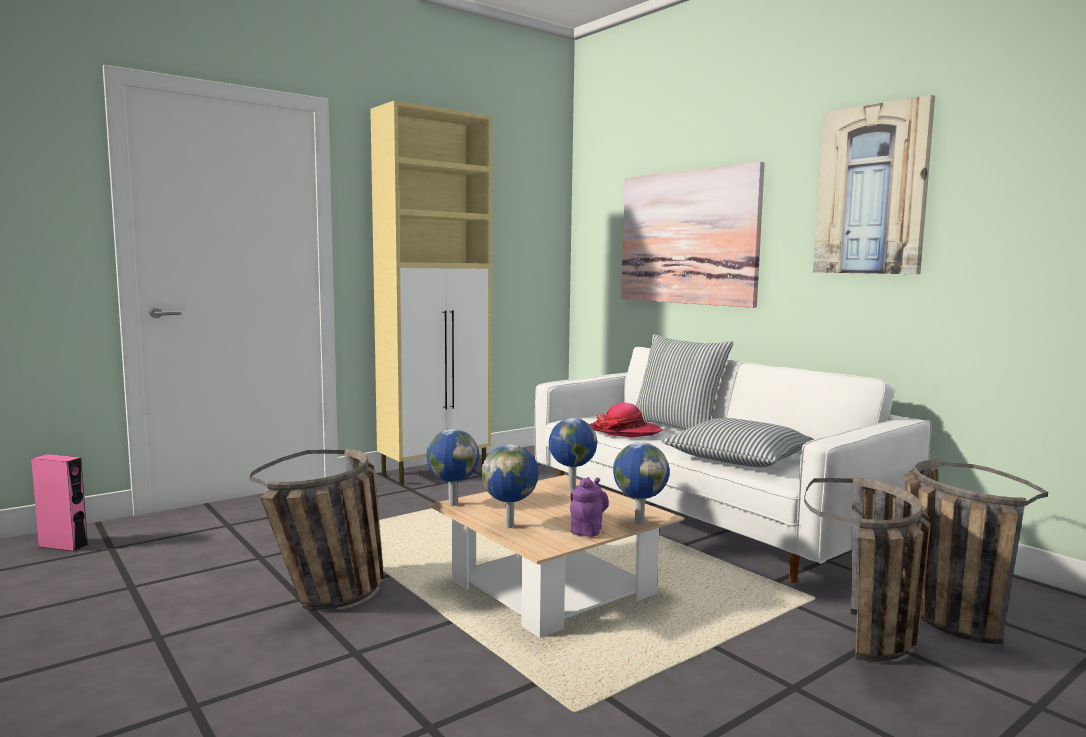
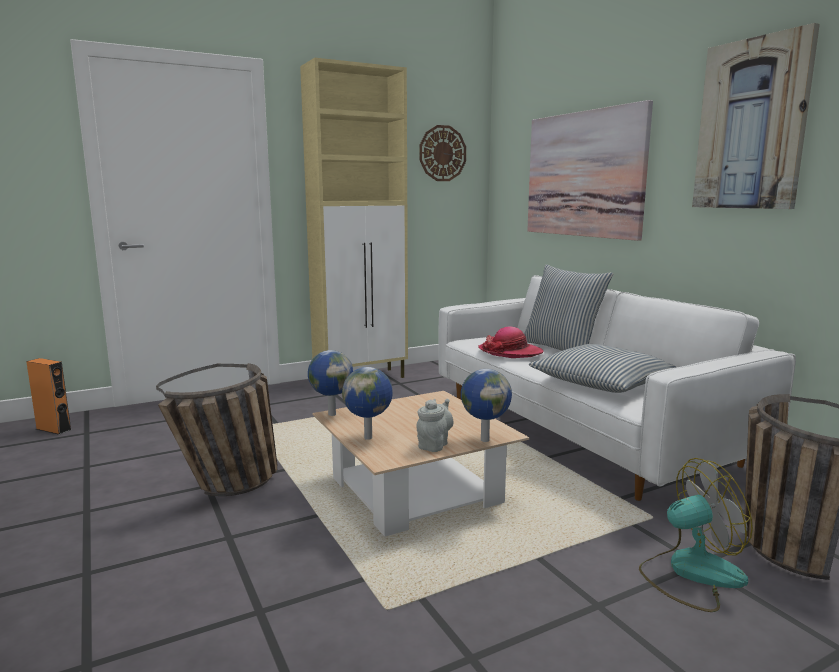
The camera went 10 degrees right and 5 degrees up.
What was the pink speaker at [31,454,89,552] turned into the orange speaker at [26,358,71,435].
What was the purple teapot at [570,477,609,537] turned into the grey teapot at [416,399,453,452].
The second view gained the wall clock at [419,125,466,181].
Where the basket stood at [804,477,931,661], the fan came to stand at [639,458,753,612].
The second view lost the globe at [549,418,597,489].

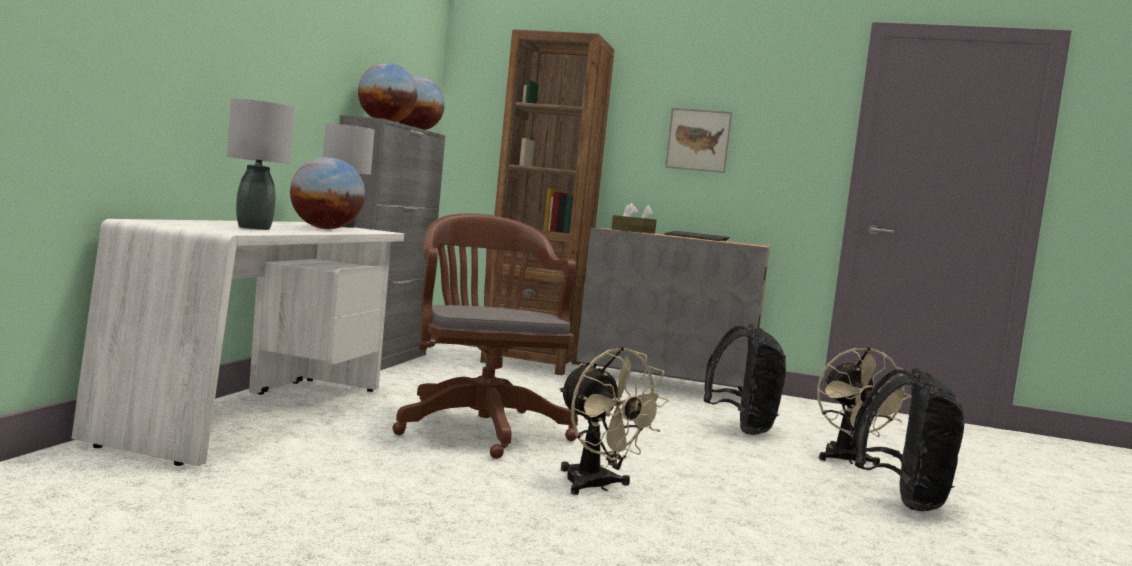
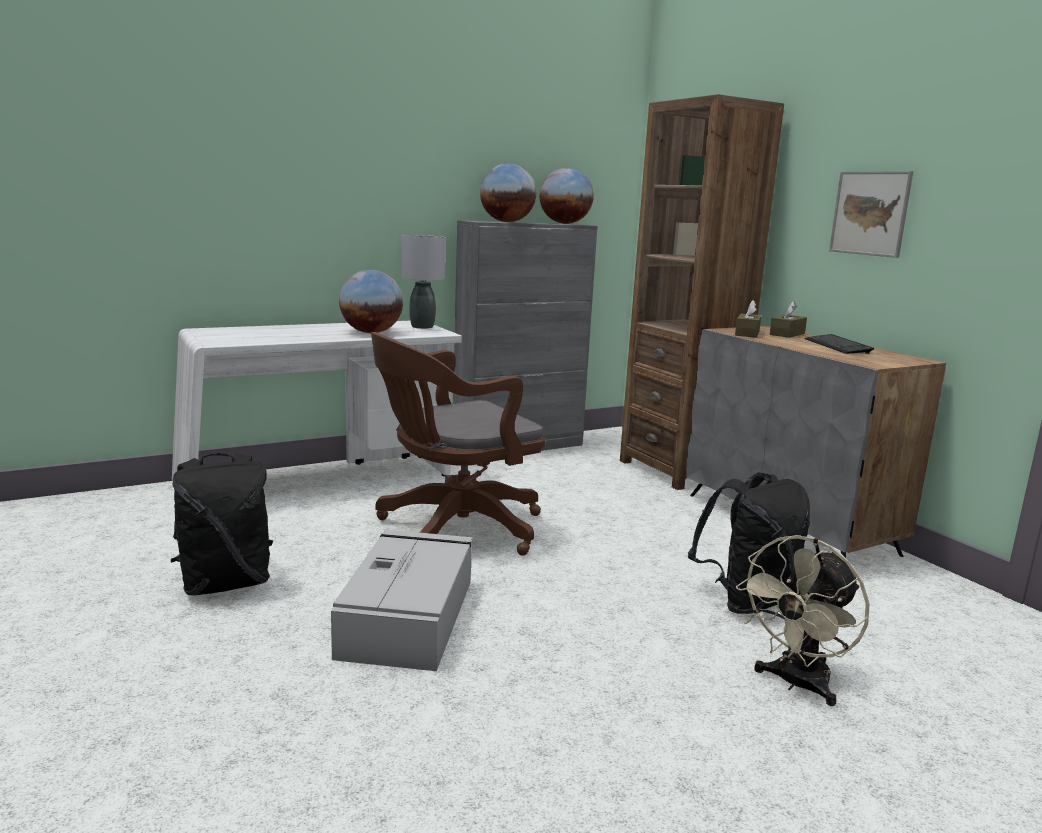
The camera went 45 degrees right and 10 degrees up.
The black backpack ended up elsewhere, having gone from [852,367,965,511] to [171,453,273,596].
Where the beige fan stood at [559,347,669,495], the grey storage box came to stand at [331,530,473,671].
The brown office chair at [392,214,578,459] ended up facing another way, 150 degrees counterclockwise from before.
The second view lost the grey table lamp at [227,98,294,230].

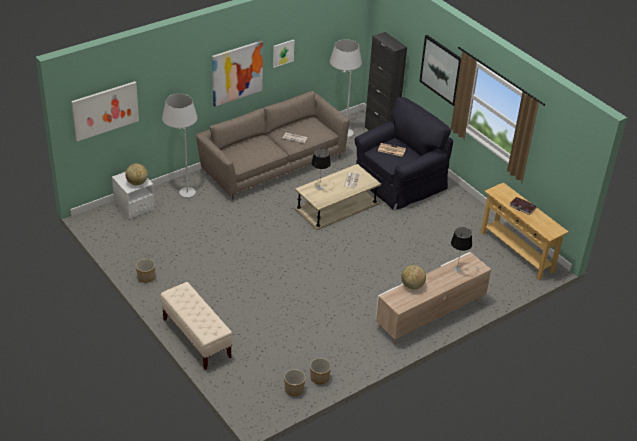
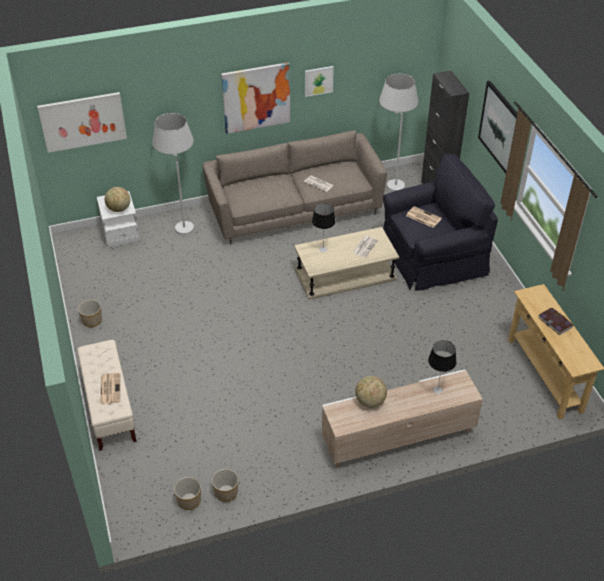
The camera went 20 degrees right and 5 degrees up.
The second view gained the newspaper at [100,372,120,404].

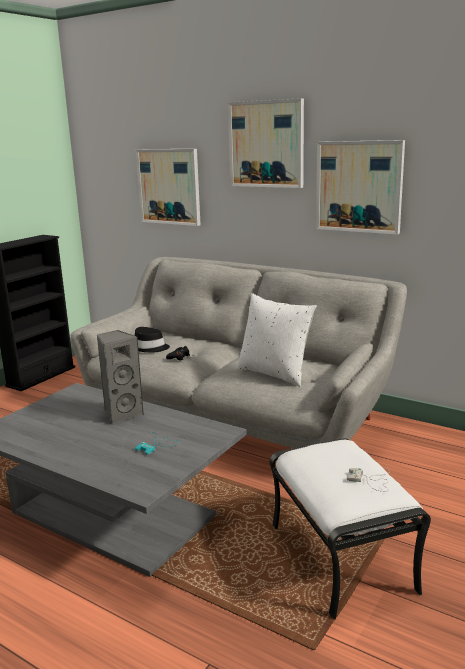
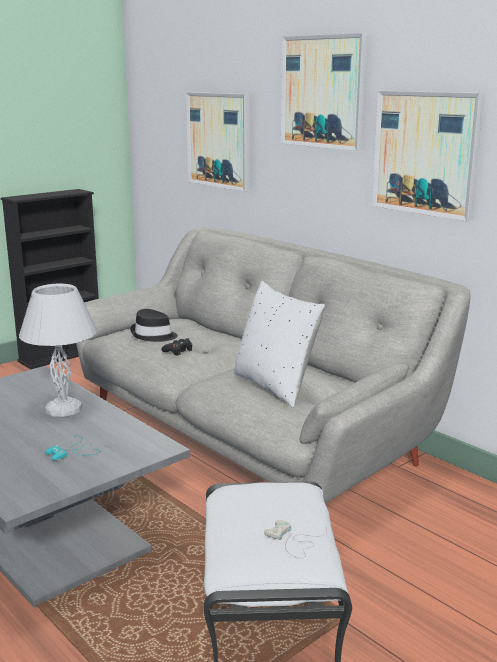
The camera went 15 degrees right and 0 degrees up.
Where the grey speaker stood at [97,330,144,424], the white table lamp came to stand at [19,284,97,417].

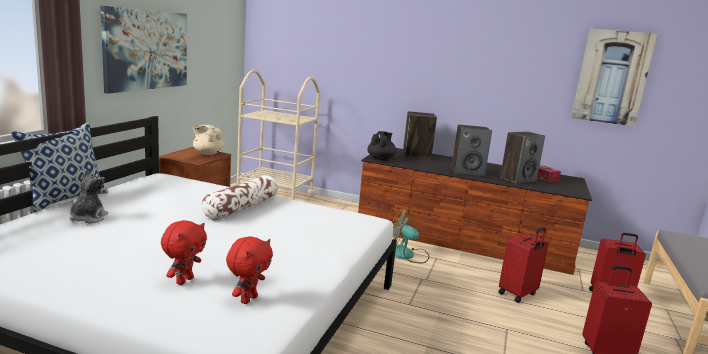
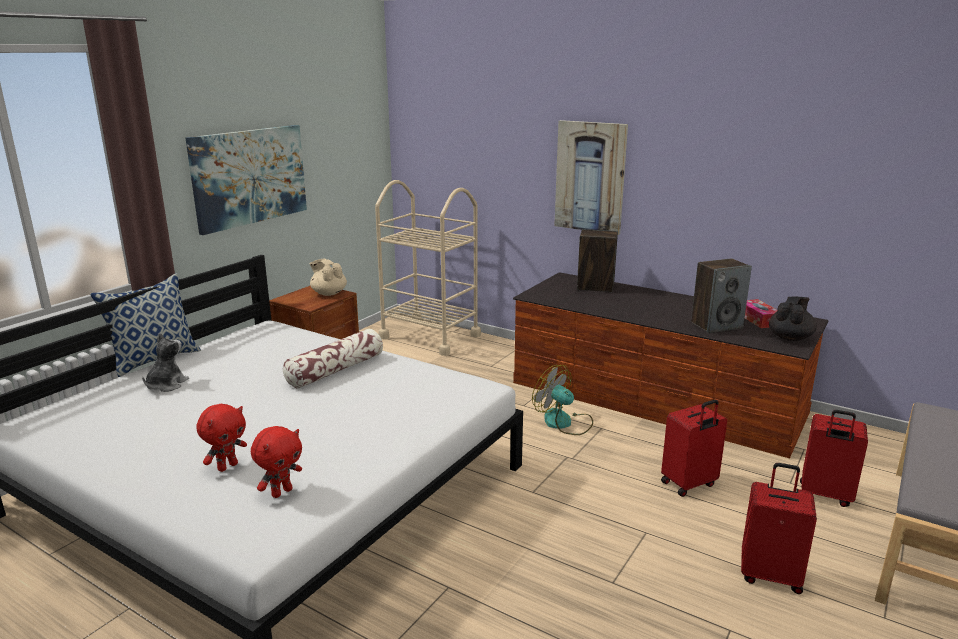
The camera went 15 degrees right and 5 degrees up.
The picture ended up elsewhere, having gone from [571,28,657,126] to [554,120,628,235].
The black teapot ended up elsewhere, having gone from [367,131,396,160] to [769,297,817,341].
The second view lost the speaker at [451,124,492,177].

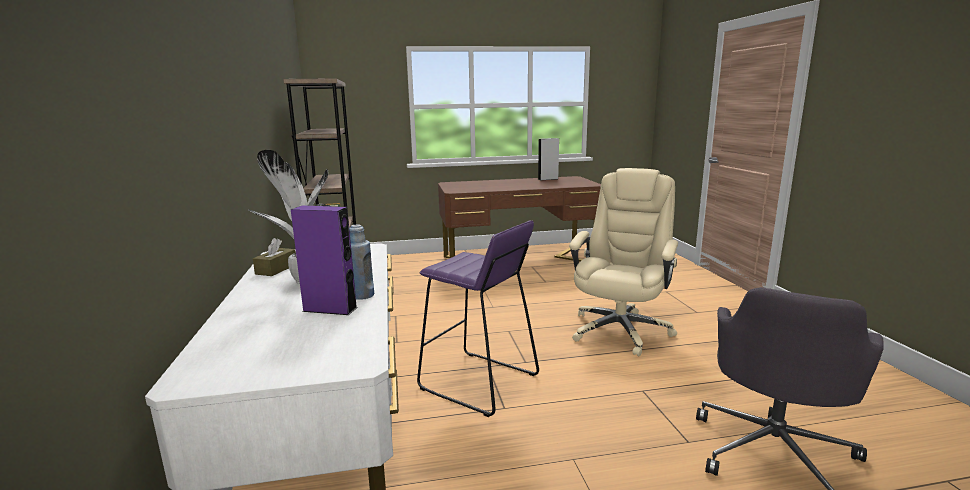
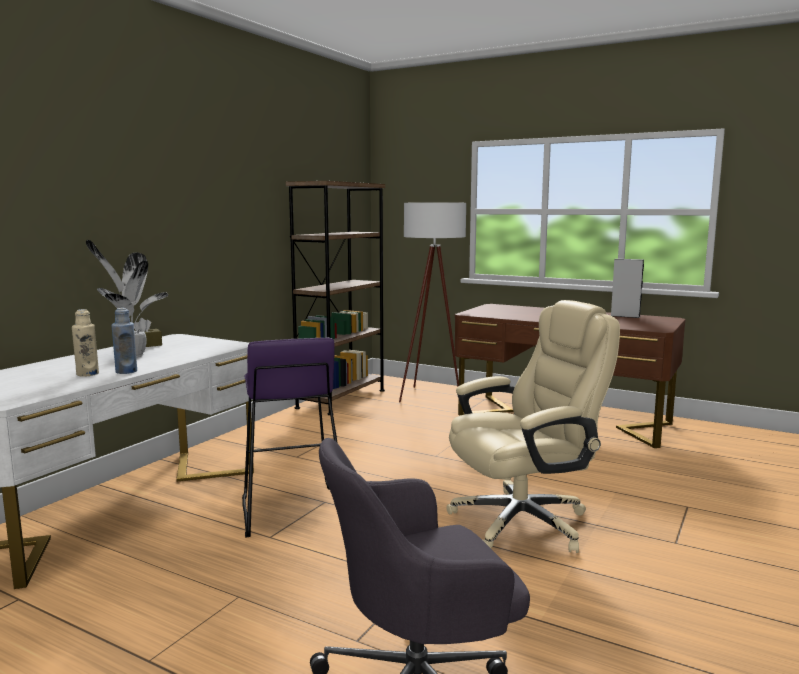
The camera went 40 degrees right and 5 degrees down.
Where the purple speaker stood at [291,206,358,315], the beige bottle came to stand at [72,309,99,376].
The second view gained the white floor lamp at [399,202,466,402].

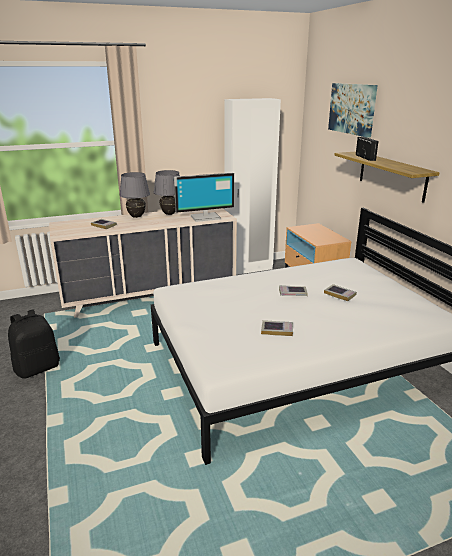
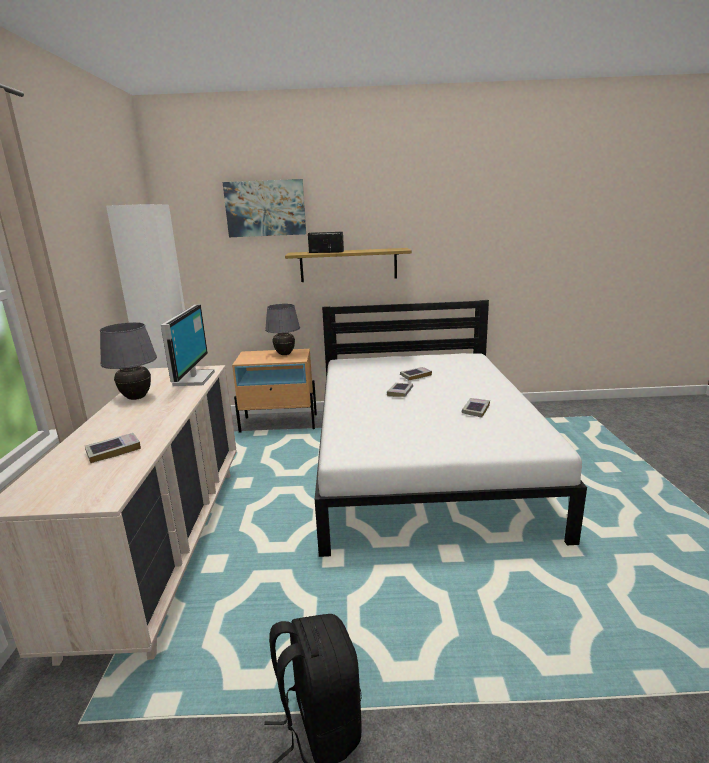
The camera went 70 degrees left and 5 degrees down.
The grey table lamp ended up elsewhere, having gone from [120,172,150,218] to [265,304,300,355].

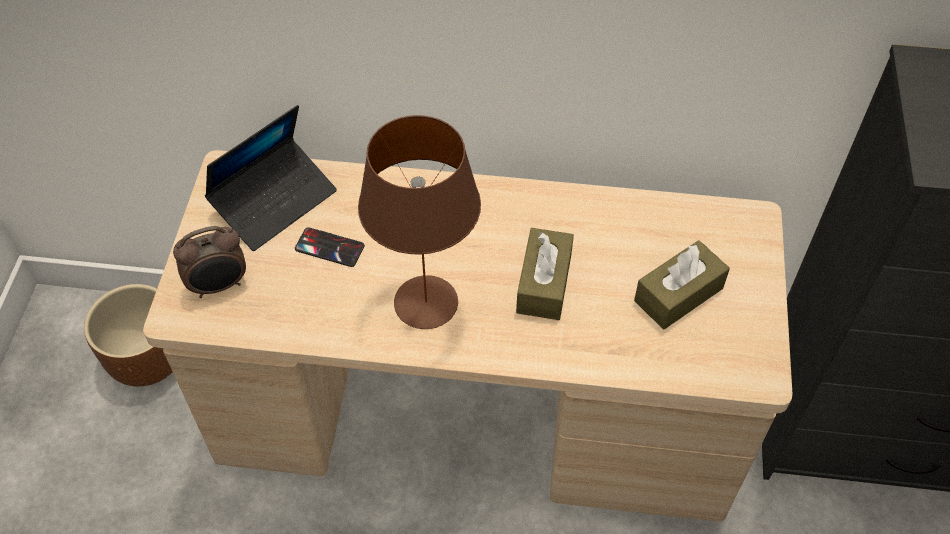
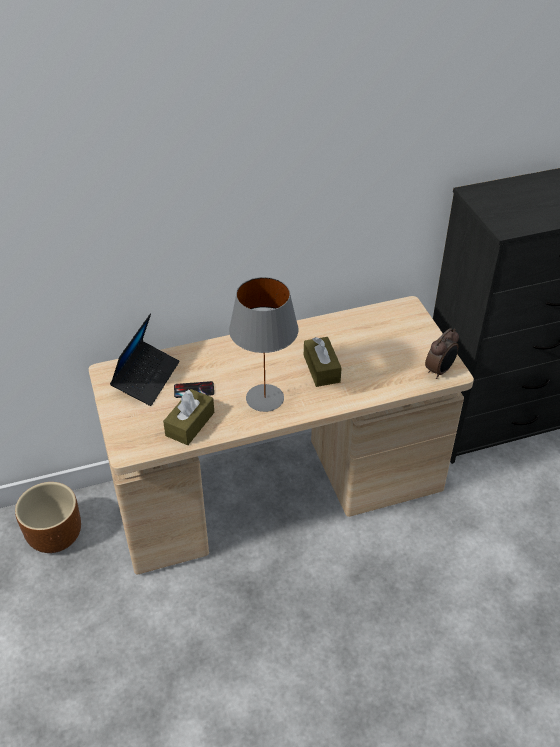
The camera went 25 degrees left and 10 degrees down.
The brown tissue box ended up elsewhere, having gone from [634,240,730,329] to [163,389,214,445].
What was the brown table lamp at [358,115,481,329] turned into the grey table lamp at [229,277,299,412].
The alarm clock ended up elsewhere, having gone from [173,226,246,298] to [425,328,459,379].

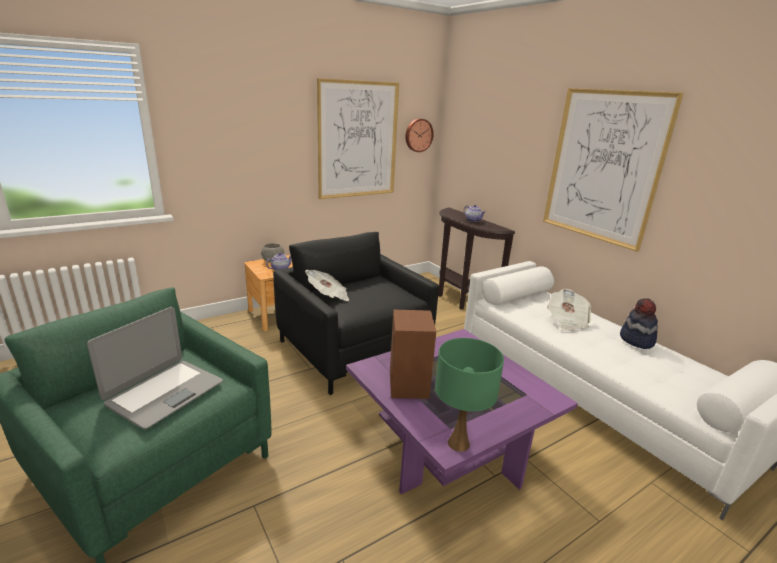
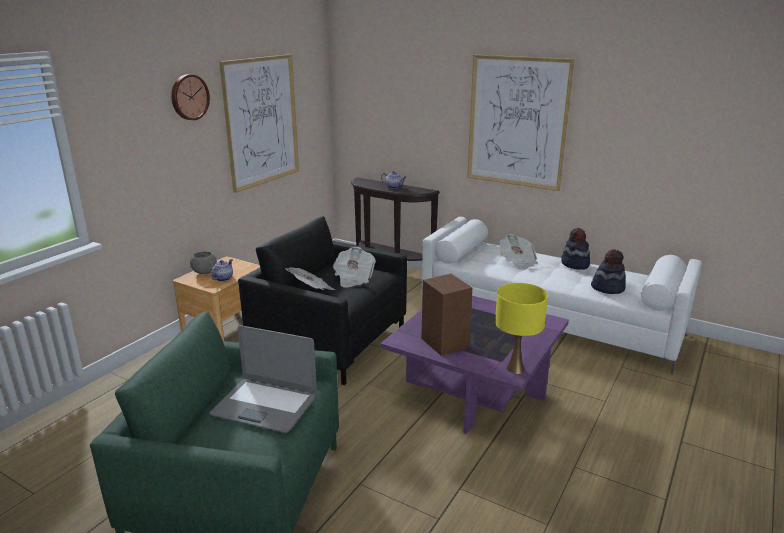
The camera went 25 degrees left and 0 degrees up.
The wall clock ended up elsewhere, having gone from [405,119,434,152] to [171,74,210,120].
The laptop at [87,307,223,429] ended up facing another way, 105 degrees clockwise from before.
The second view gained the newspaper at [333,247,376,287].
What was the green table lamp at [435,338,504,452] turned into the yellow table lamp at [495,283,548,374].
The second view gained the hat at [591,249,626,294].

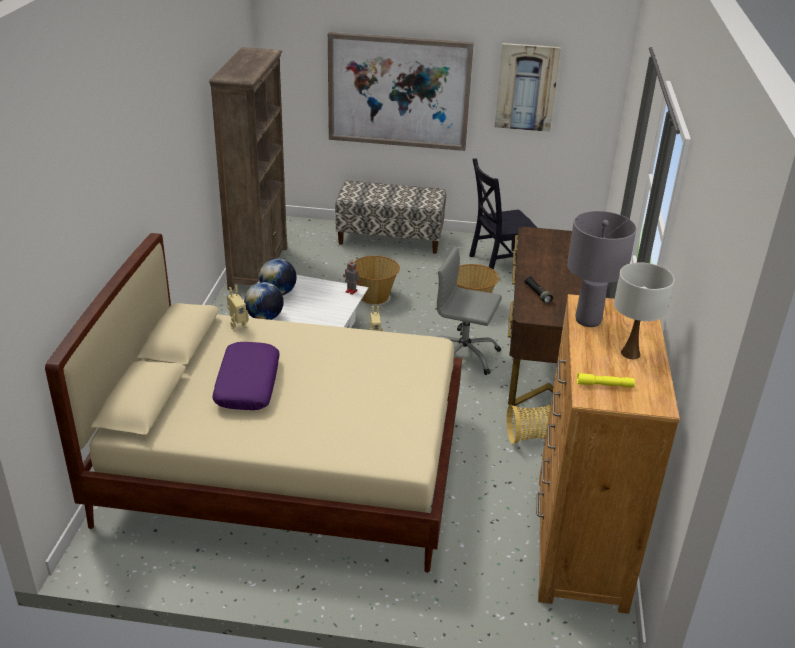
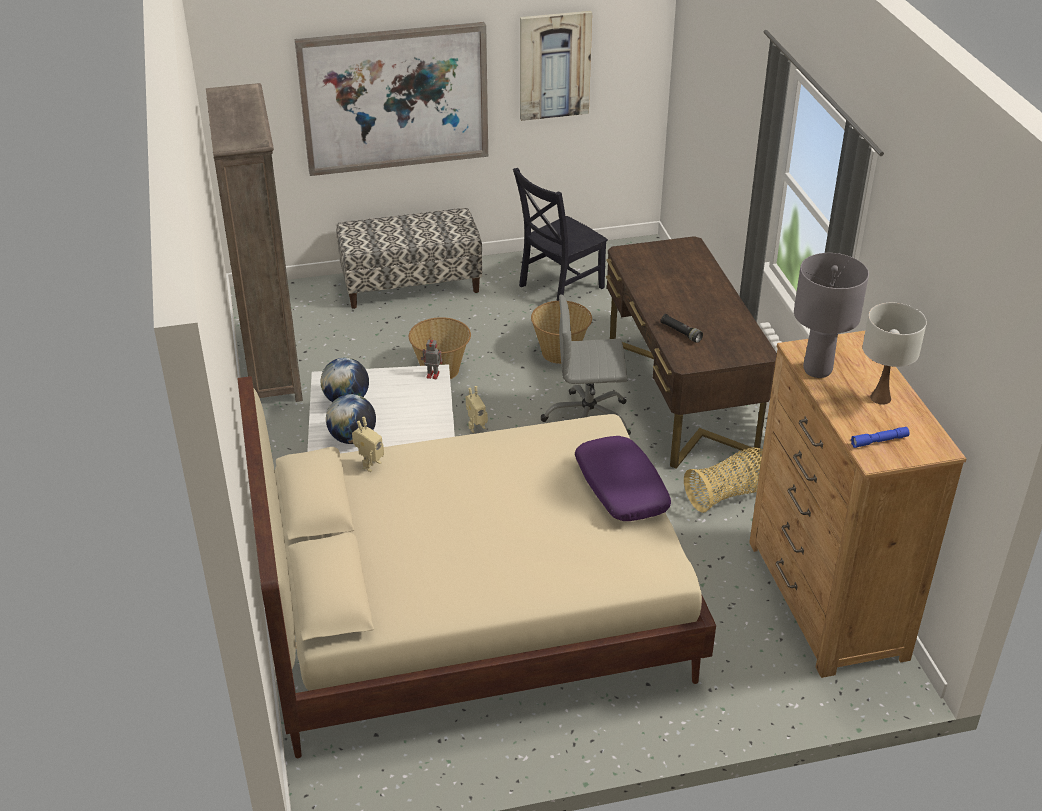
The camera went 20 degrees left and 5 degrees up.
The purple pillow ended up elsewhere, having gone from [212,342,280,410] to [575,436,671,521].
What was the yellow flashlight at [577,373,635,388] turned into the blue flashlight at [851,427,910,448].

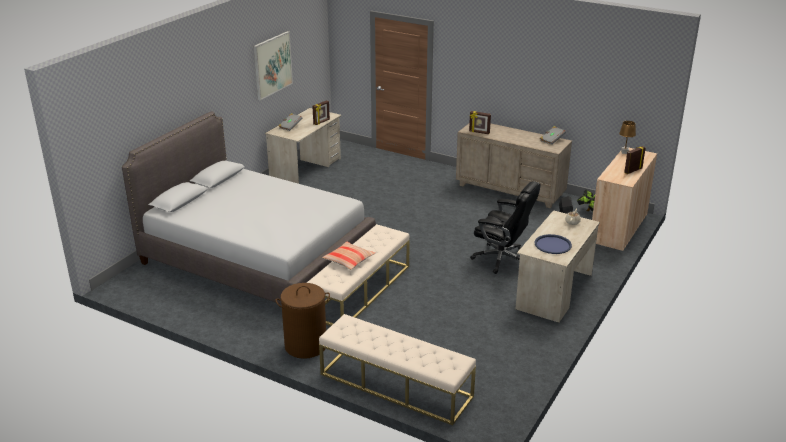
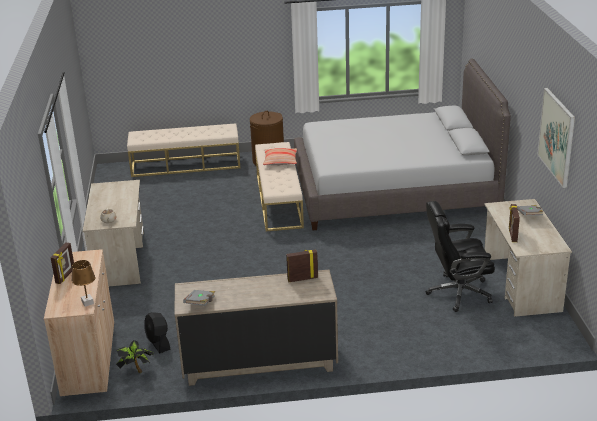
The camera went 145 degrees right and 0 degrees up.
The black office chair ended up elsewhere, having gone from [470,181,541,274] to [426,201,495,312].
The second view lost the blue tray at [535,234,572,254].

